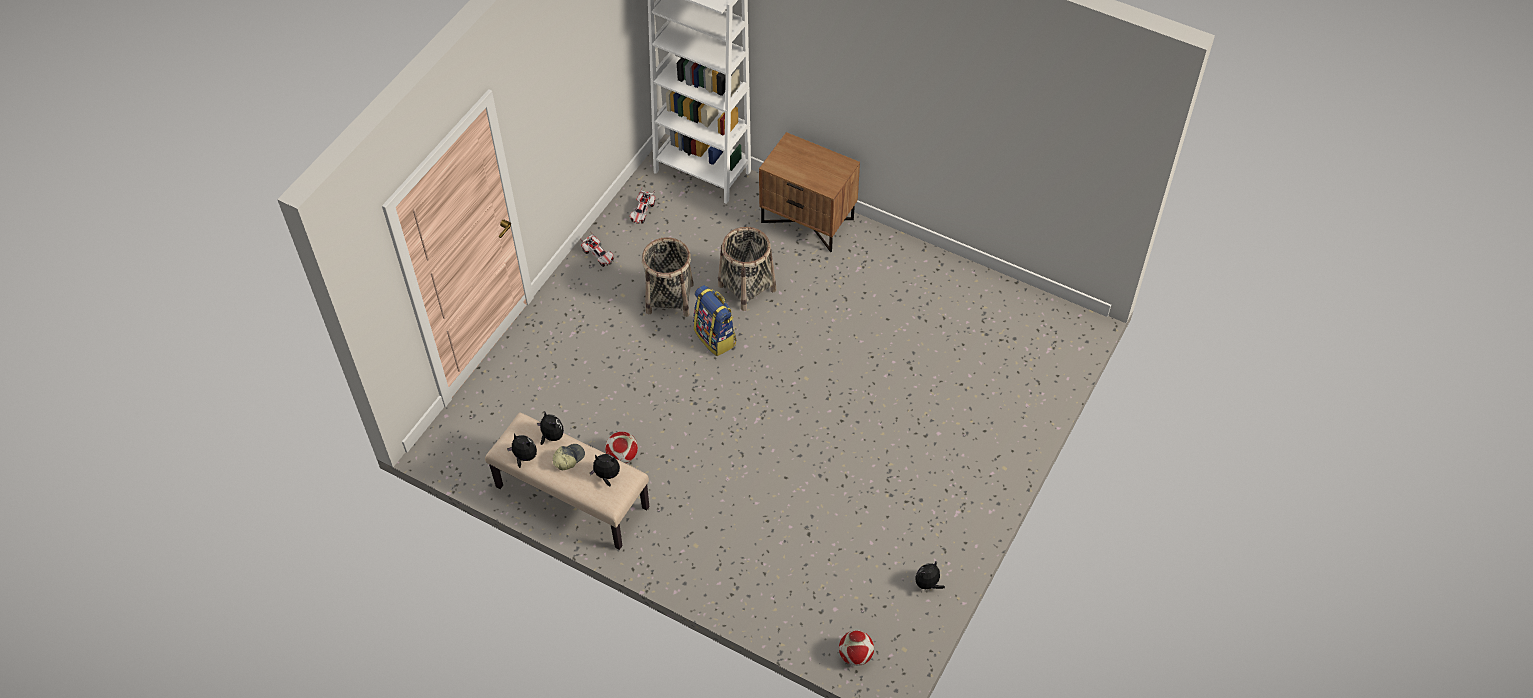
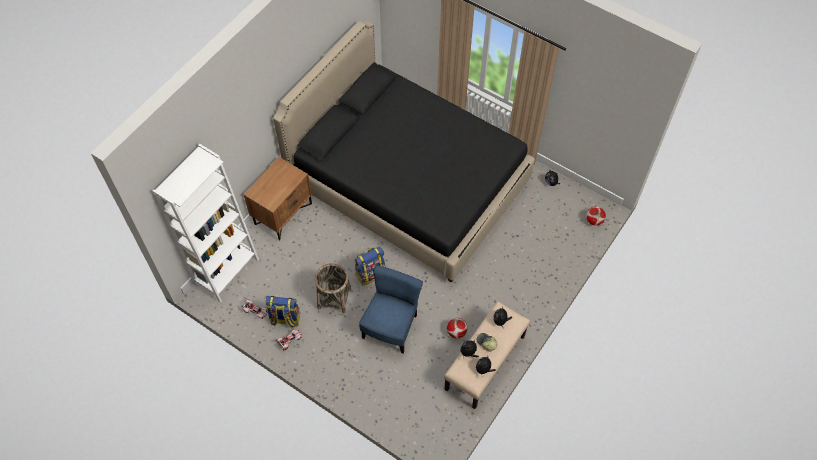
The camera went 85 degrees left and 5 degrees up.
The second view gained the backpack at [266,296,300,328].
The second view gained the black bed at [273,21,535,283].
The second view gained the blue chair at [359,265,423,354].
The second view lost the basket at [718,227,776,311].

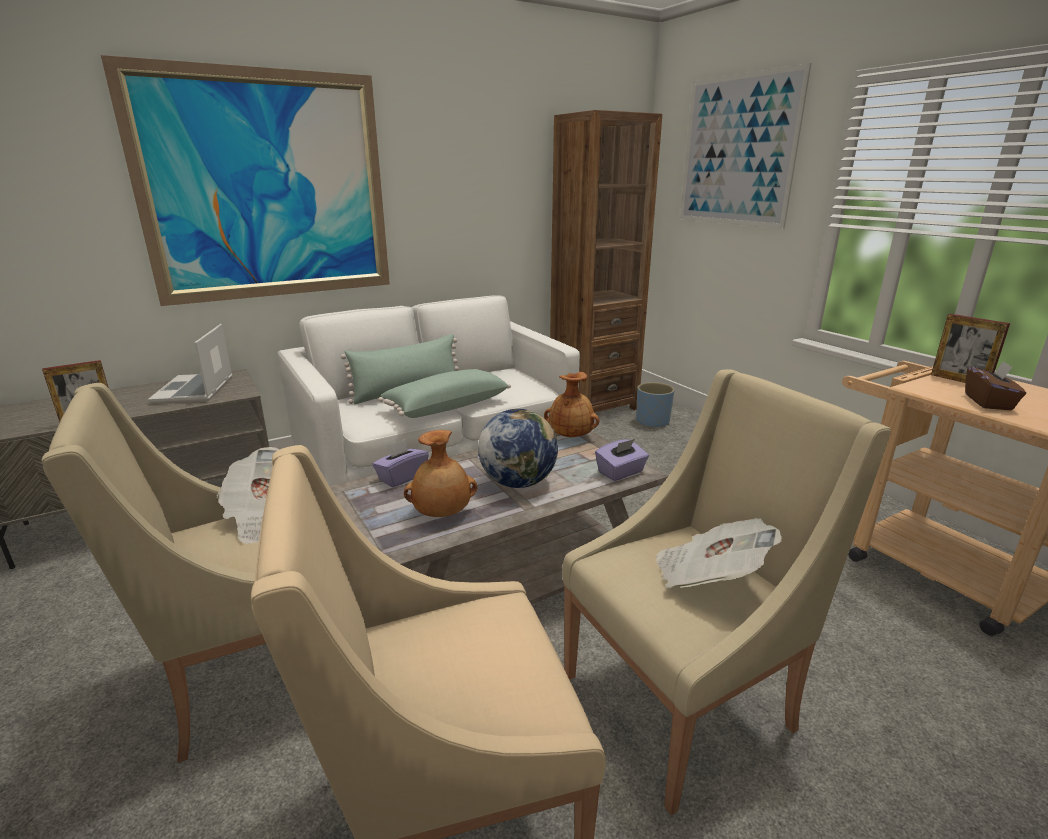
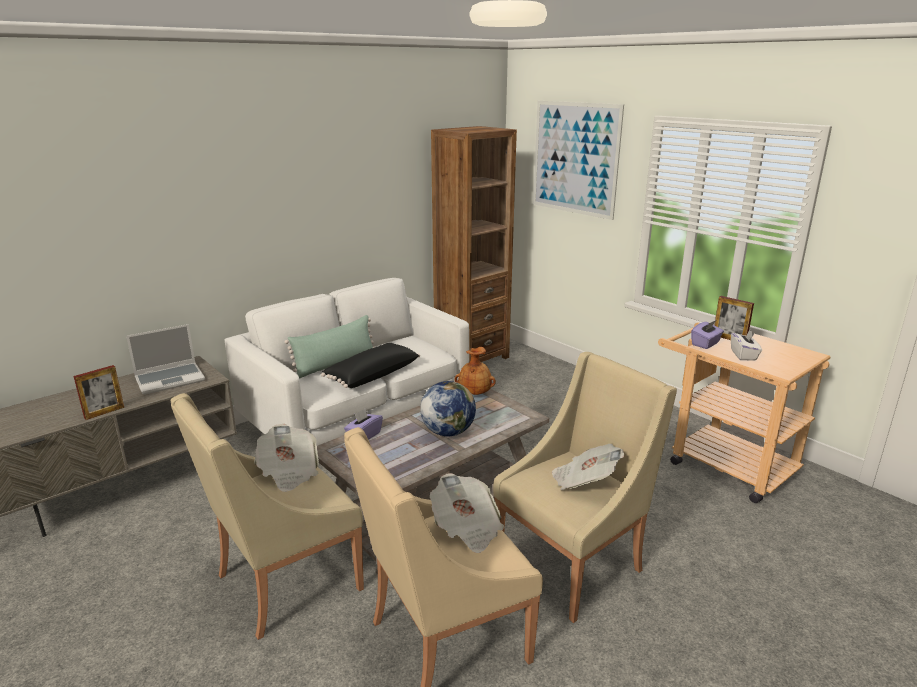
The camera went 10 degrees left and 0 degrees up.
The laptop at [148,324,233,404] ended up facing another way, 105 degrees counterclockwise from before.
What was the green pillow at [378,369,511,418] turned into the black pillow at [321,343,420,388].
The second view gained the newspaper at [430,473,504,553].
The purple tissue box ended up elsewhere, having gone from [595,439,649,481] to [691,320,724,349].
What was the brown tissue box at [965,361,1026,410] turned into the white tissue box at [731,330,762,361].
The second view lost the picture at [101,55,390,306].
The second view lost the brown vase at [404,430,477,517].
The second view lost the blue planter at [636,382,674,428].

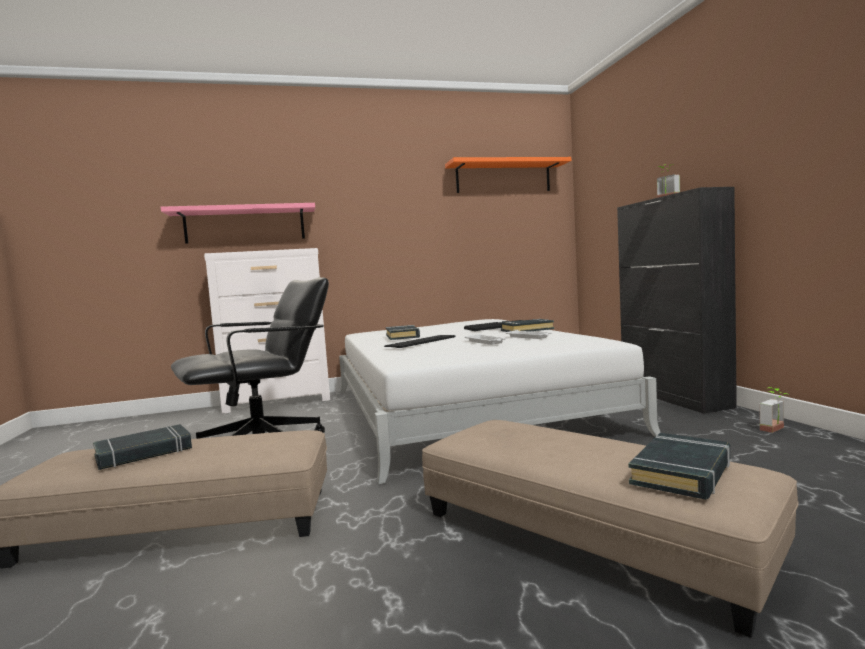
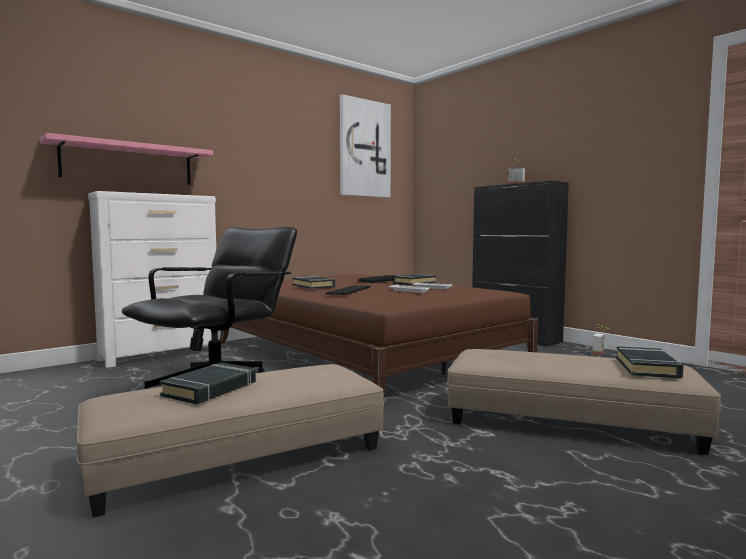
The camera went 25 degrees left and 0 degrees up.
What was the white bed at [339,319,661,484] turned into the brown bed at [220,274,538,397].
Where the orange shelf hung at [445,157,571,193], the picture came to hang at [340,94,391,198].

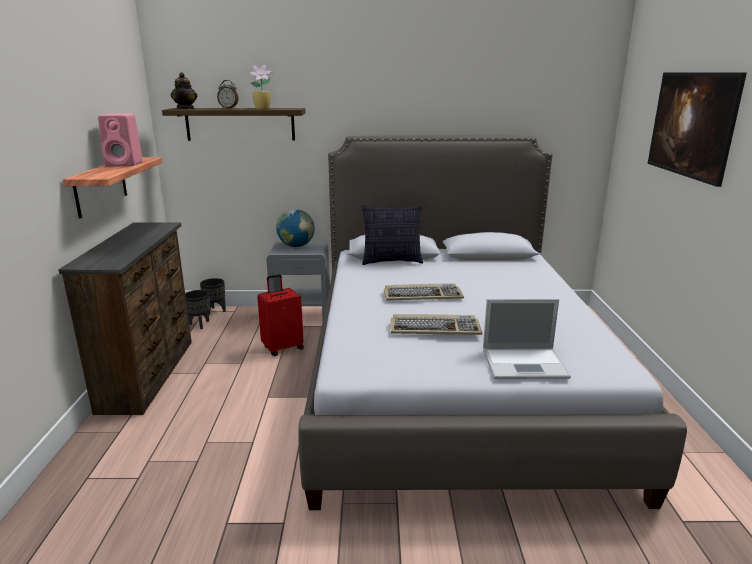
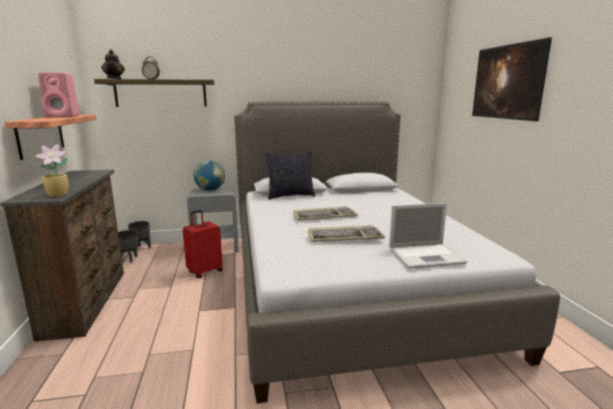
The camera went 10 degrees left and 5 degrees down.
The potted plant ended up elsewhere, having gone from [249,65,272,109] to [35,144,69,197].

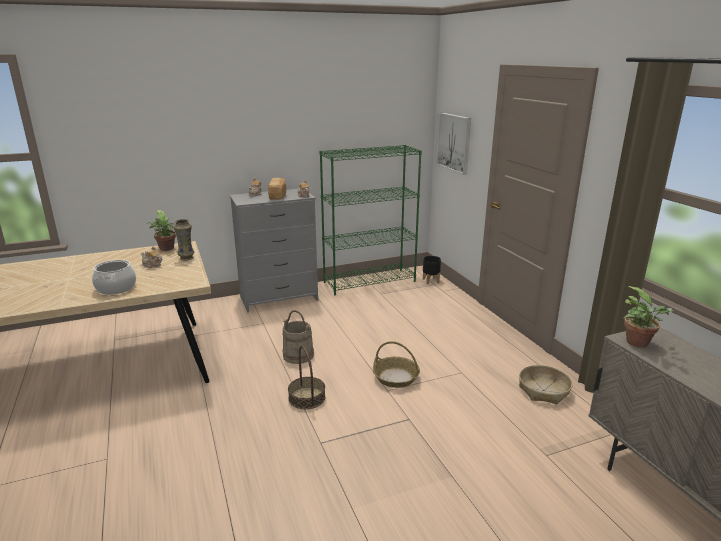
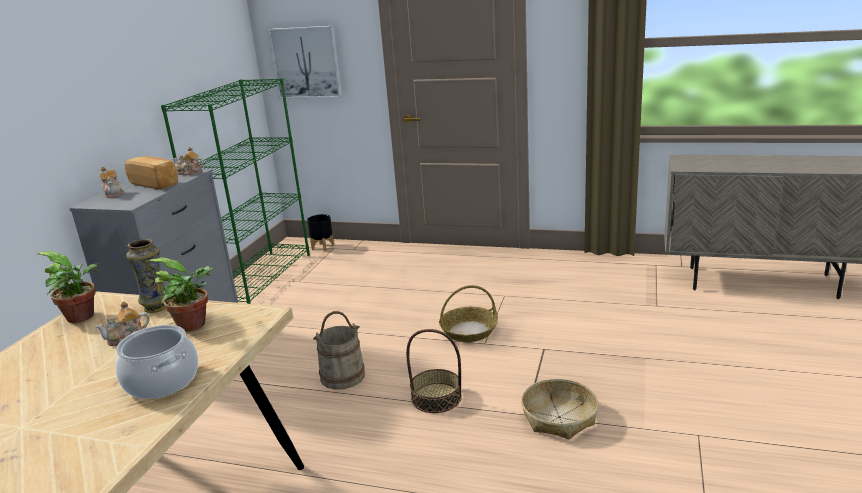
The camera went 50 degrees left and 0 degrees up.
The potted plant ended up elsewhere, having gone from [623,286,674,348] to [148,257,214,332].
The basket ended up elsewhere, having gone from [519,365,572,404] to [521,379,598,439].

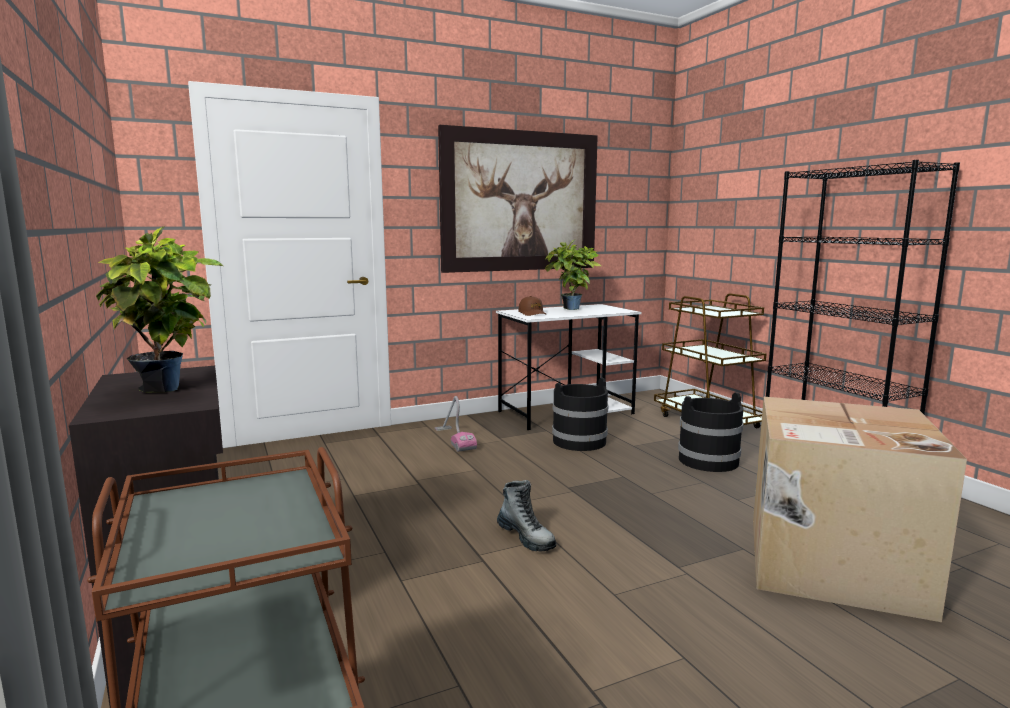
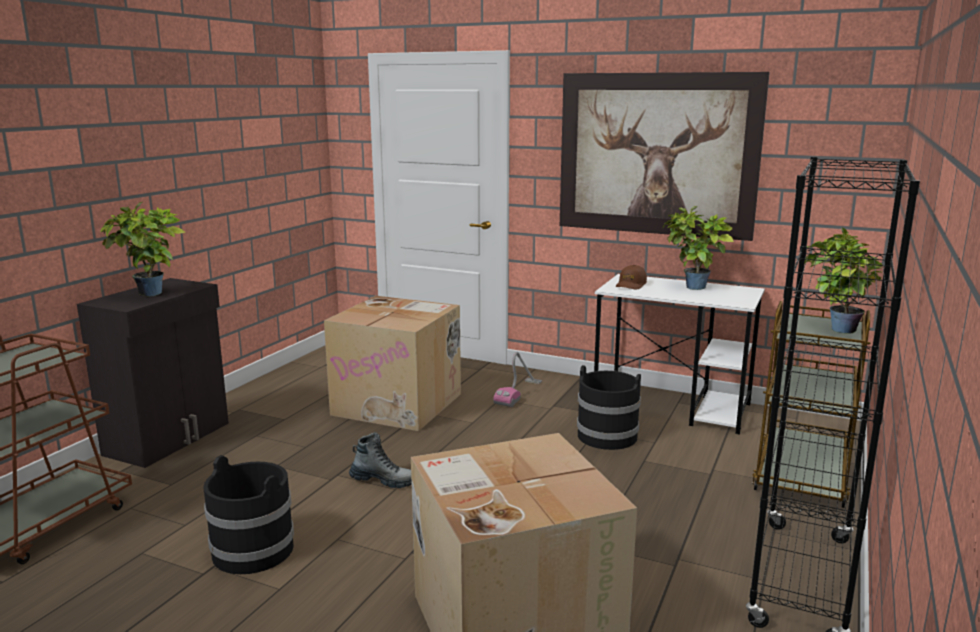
The camera went 50 degrees right and 5 degrees up.
The black bucket ended up elsewhere, having gone from [678,392,743,472] to [204,455,294,574].
The second view gained the cardboard box at [324,296,461,431].
The boot at [497,480,556,552] ended up facing another way, 90 degrees counterclockwise from before.
The second view gained the potted plant at [805,228,882,334].

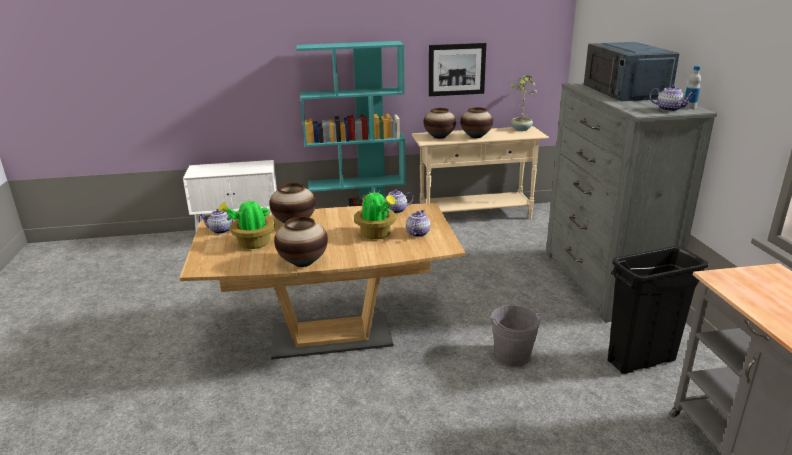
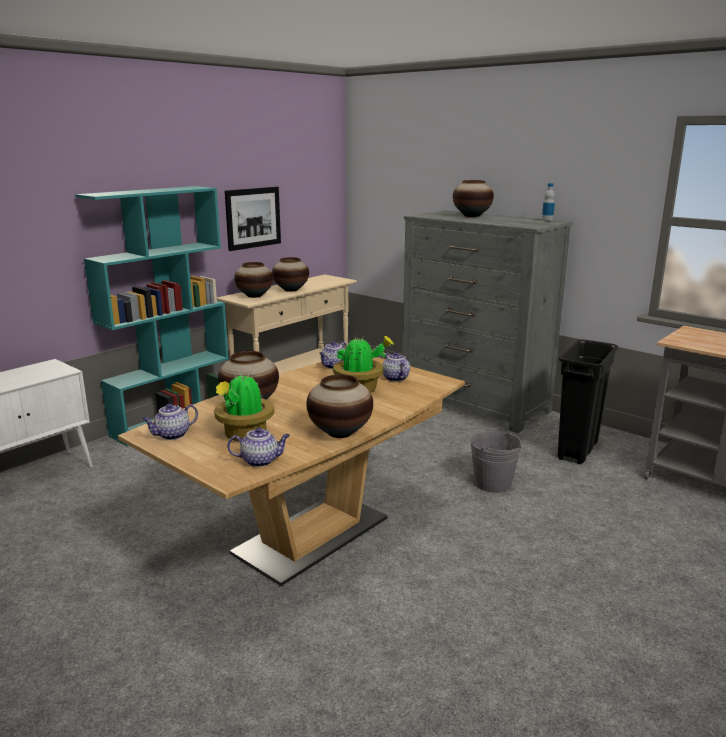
The camera went 40 degrees left and 5 degrees down.
The teapot ended up elsewhere, having gone from [649,85,695,111] to [227,427,290,467].
Where the blue microwave stood at [584,42,680,101], the vase came to stand at [453,180,494,217].
The second view lost the potted plant at [509,75,537,131].

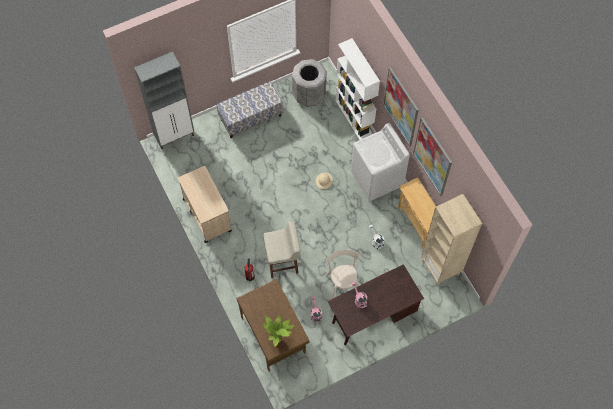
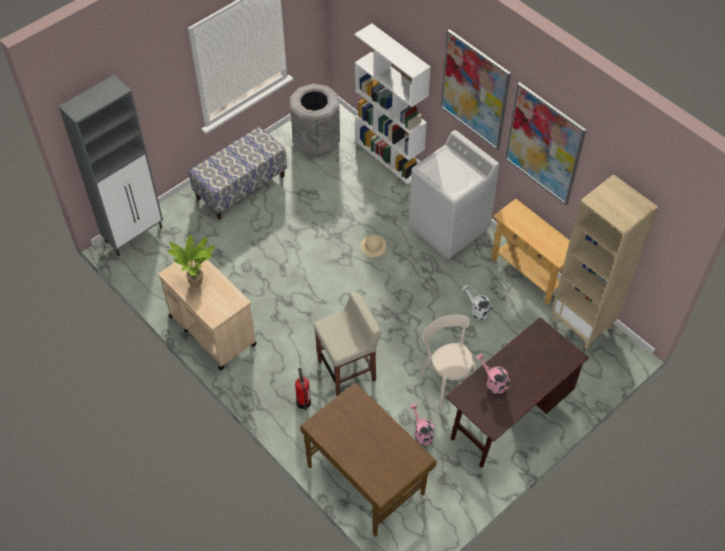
The camera went 15 degrees left and 10 degrees down.
The potted plant ended up elsewhere, having gone from [262,315,294,347] to [167,234,215,287].

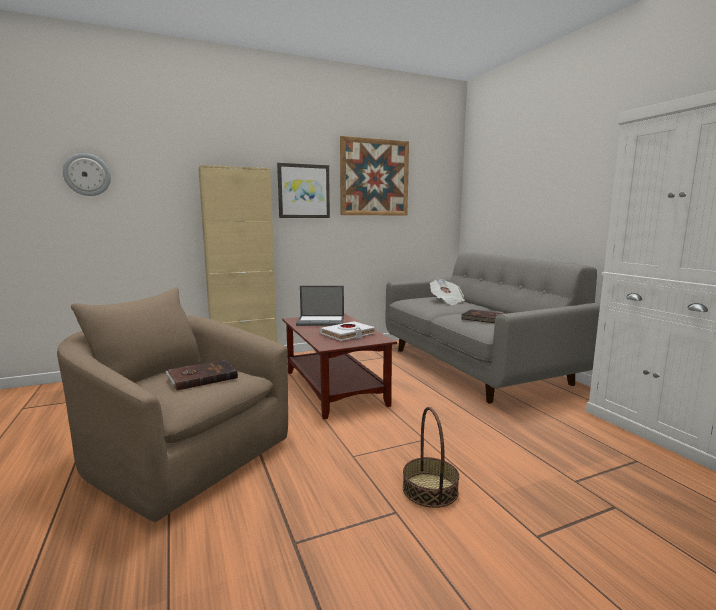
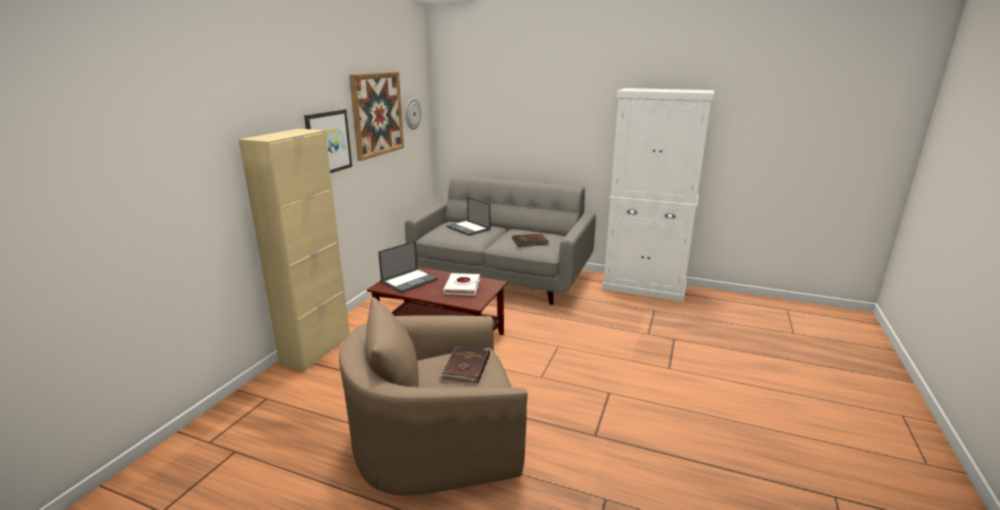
The camera went 45 degrees left and 10 degrees up.
The wall clock ended up elsewhere, having gone from [63,153,111,196] to [405,98,422,130].
Where the newspaper stood at [430,279,465,305], the laptop came to stand at [447,197,491,236].
The second view lost the basket at [403,407,459,508].

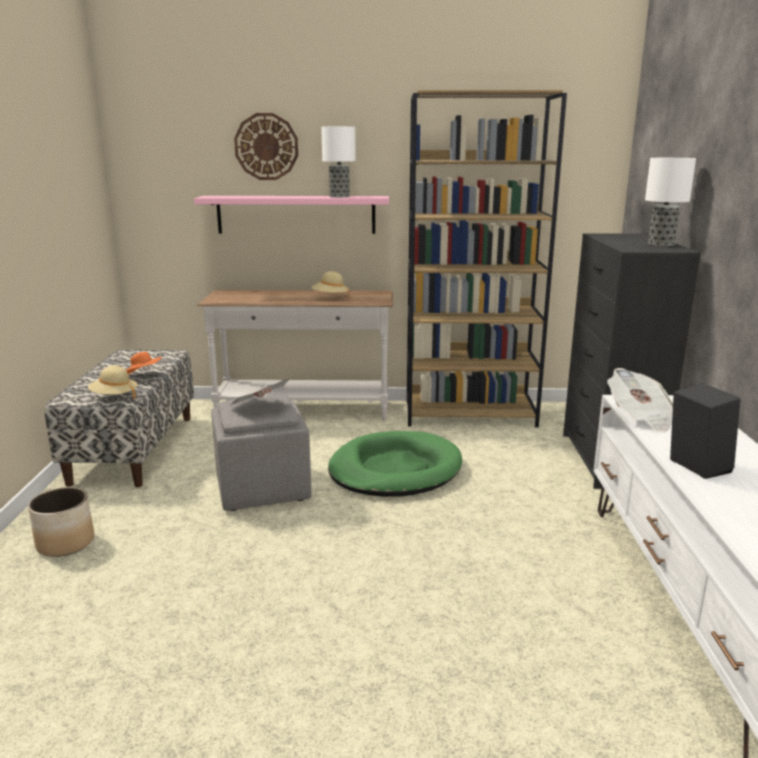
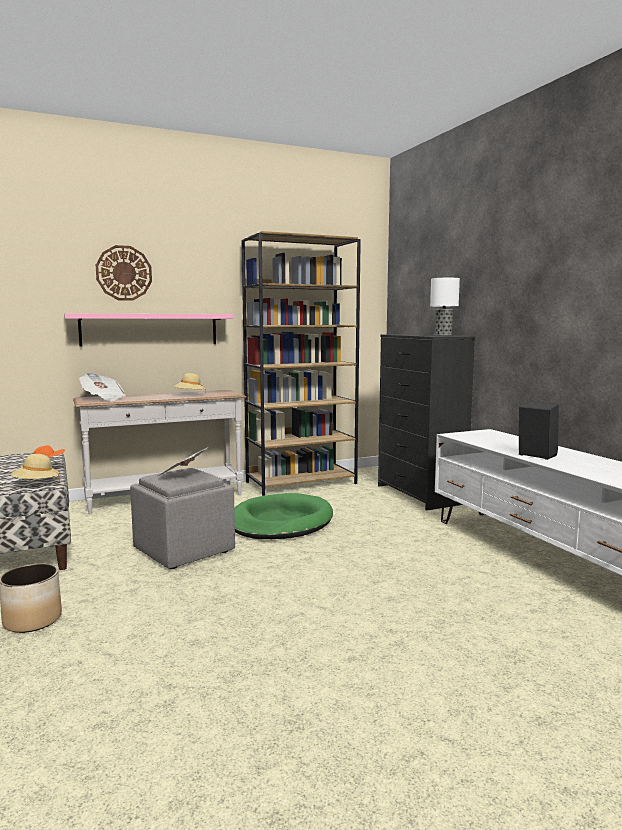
The camera went 25 degrees left and 10 degrees down.
The newspaper ended up elsewhere, having gone from [607,368,673,433] to [79,373,126,401].
The second view lost the table lamp at [321,126,356,198].

